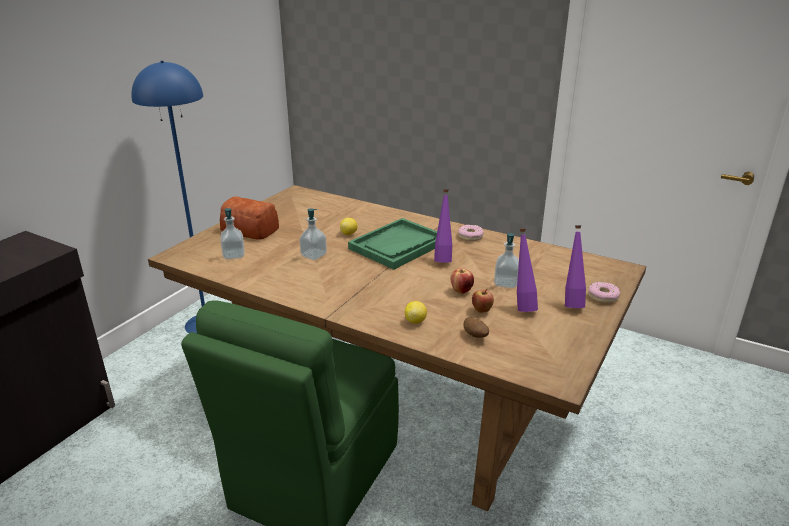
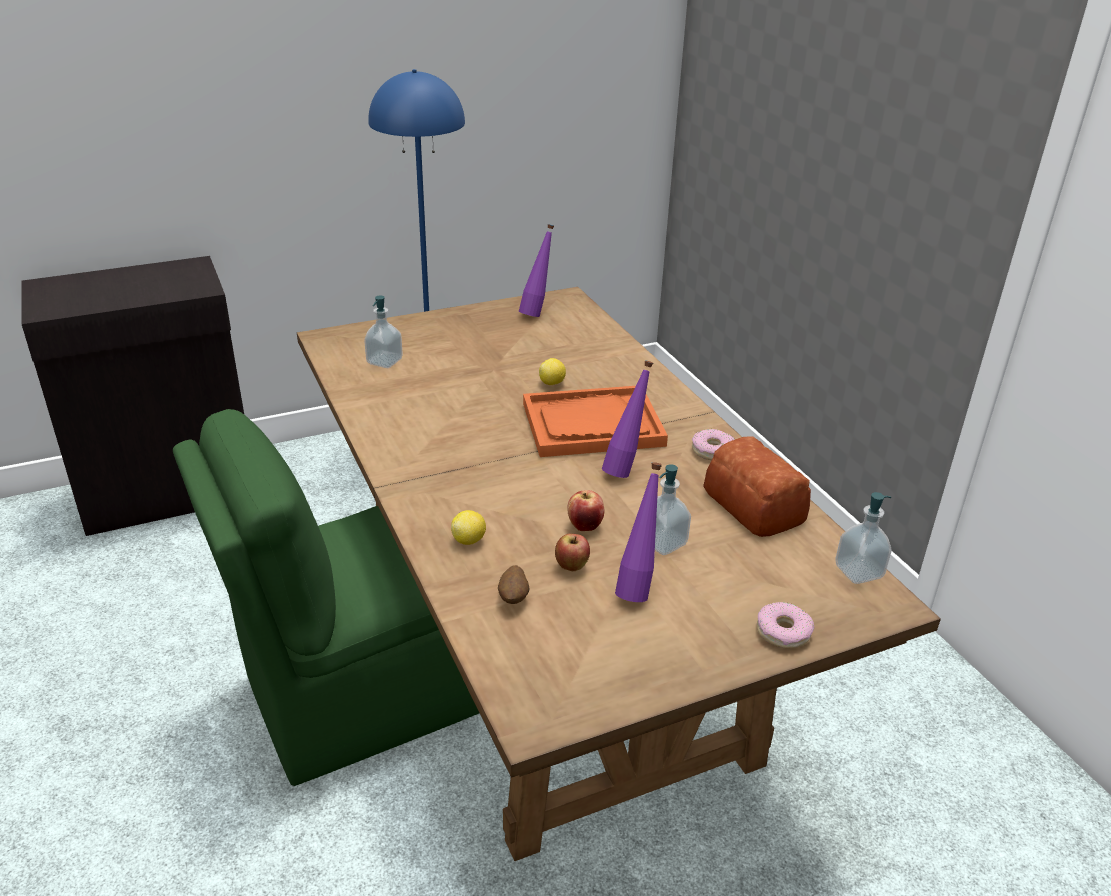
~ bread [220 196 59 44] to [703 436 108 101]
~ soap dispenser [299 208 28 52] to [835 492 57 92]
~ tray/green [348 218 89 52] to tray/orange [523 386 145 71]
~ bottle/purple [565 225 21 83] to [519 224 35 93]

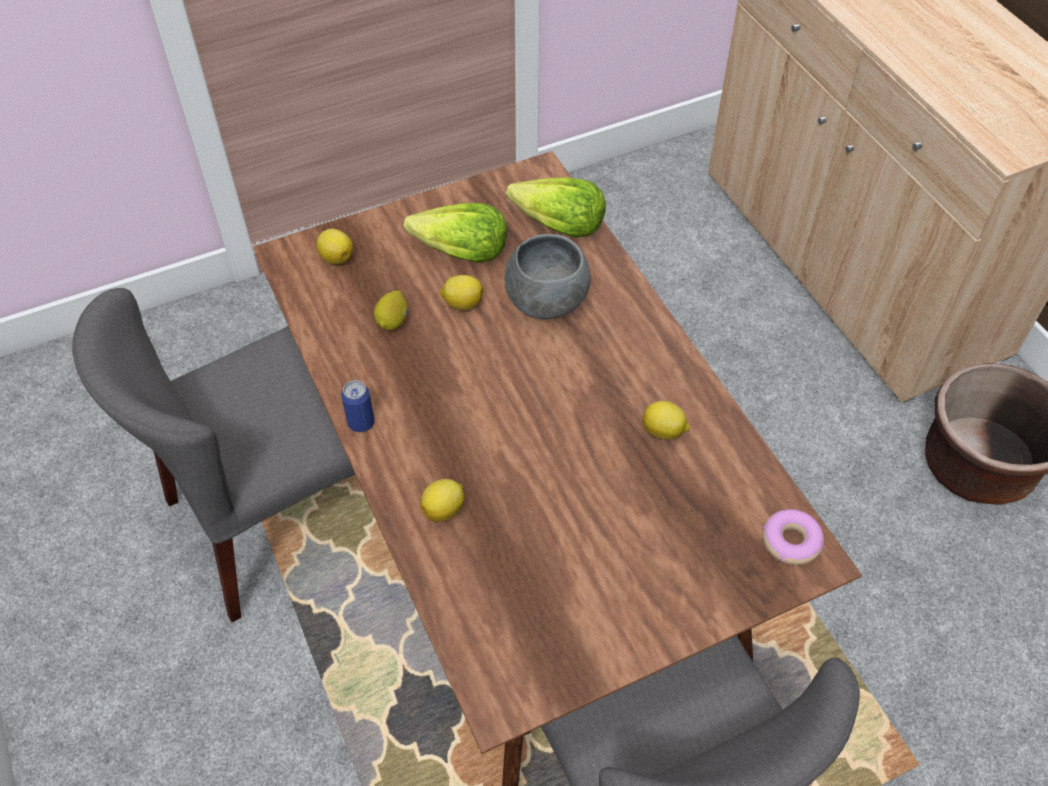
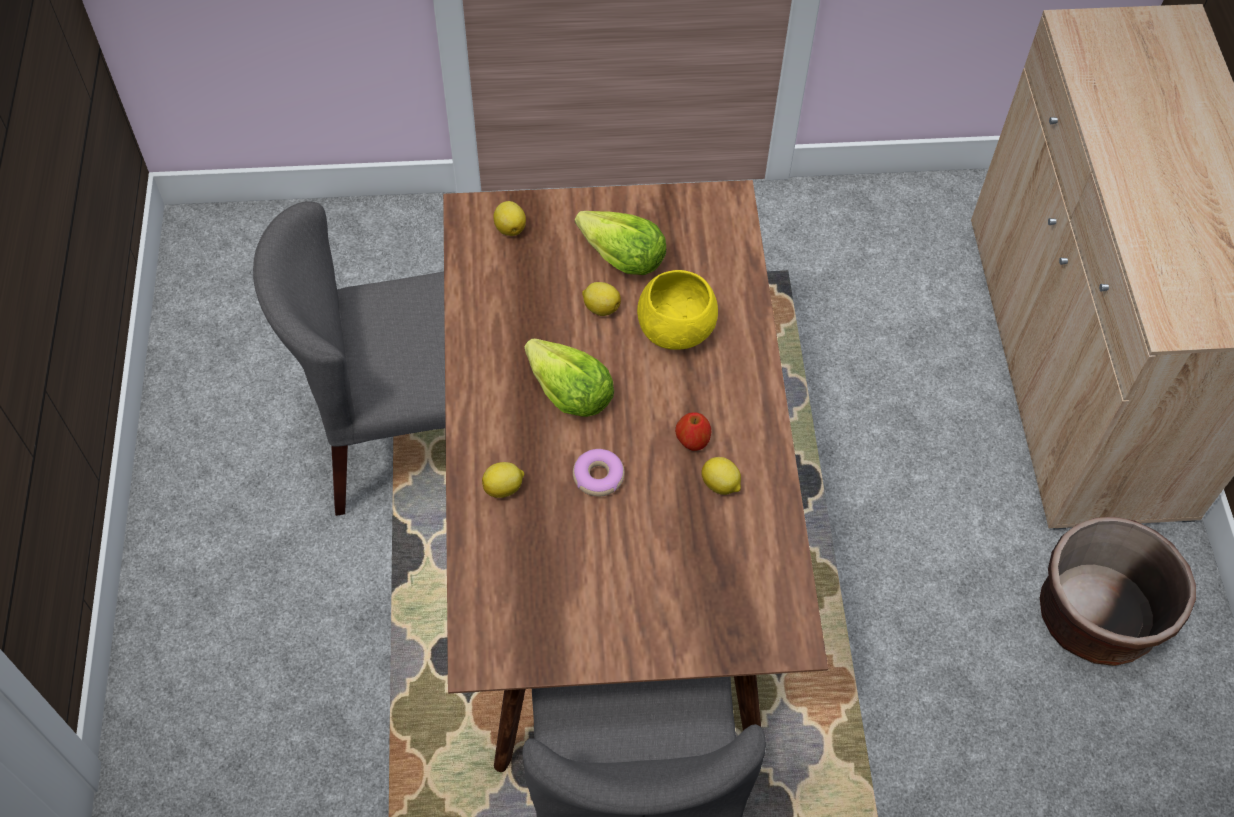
- can [341 380 34 52]
- lemon [374 290 34 40]
~ bowl/grey [505 234 86 85] to bowl/yellow [637 270 81 80]
~ lettuce [506 177 100 61] to [524 338 90 79]
~ donut [762 509 62 56] to [573 449 52 48]
+ apple [675 412 36 39]

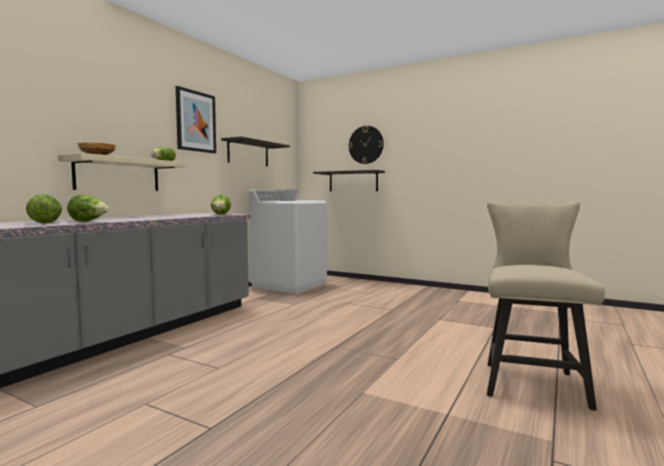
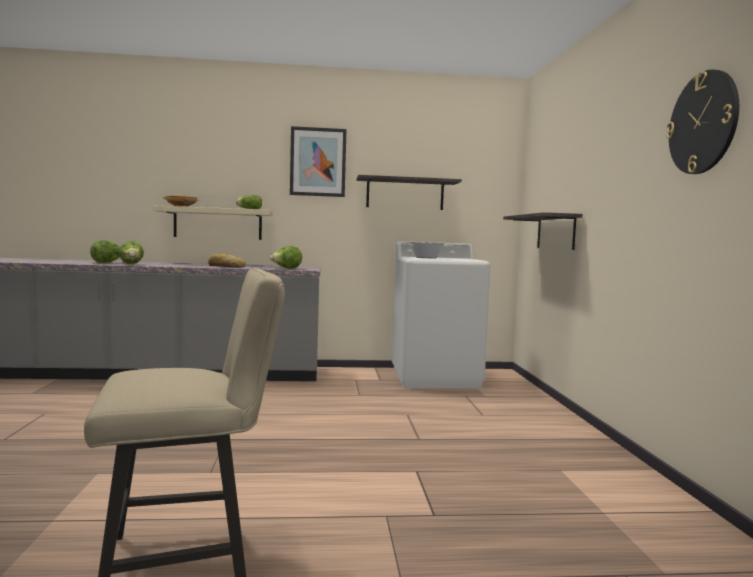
~ wall clock [348 126 36 38] to [666 70 73 104]
+ bread [208 254 38 14]

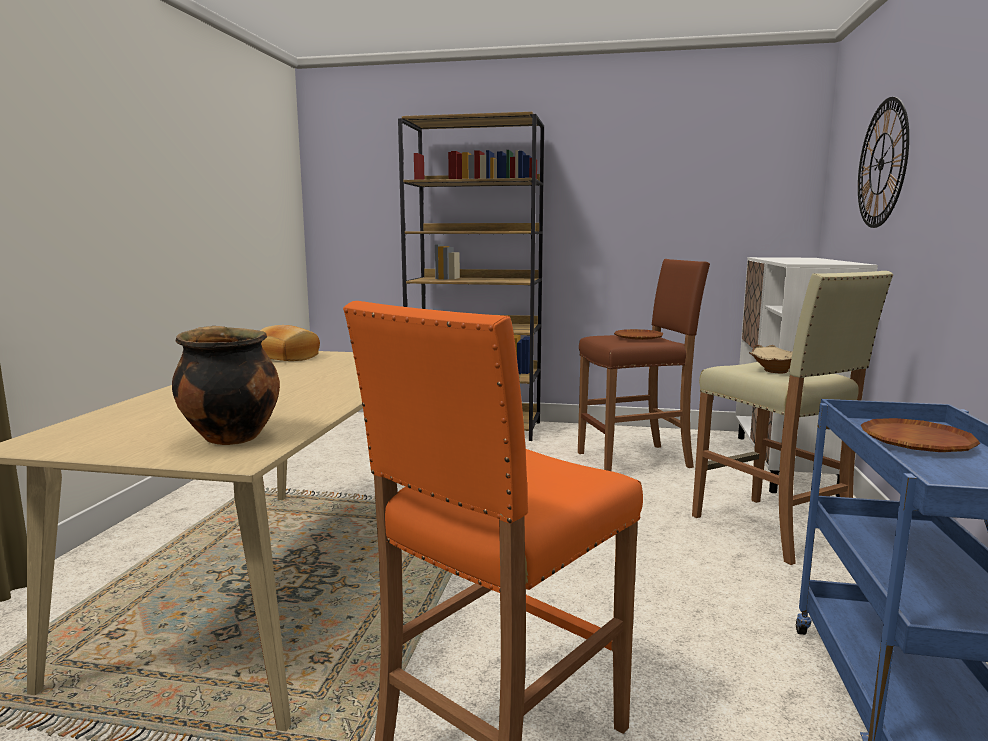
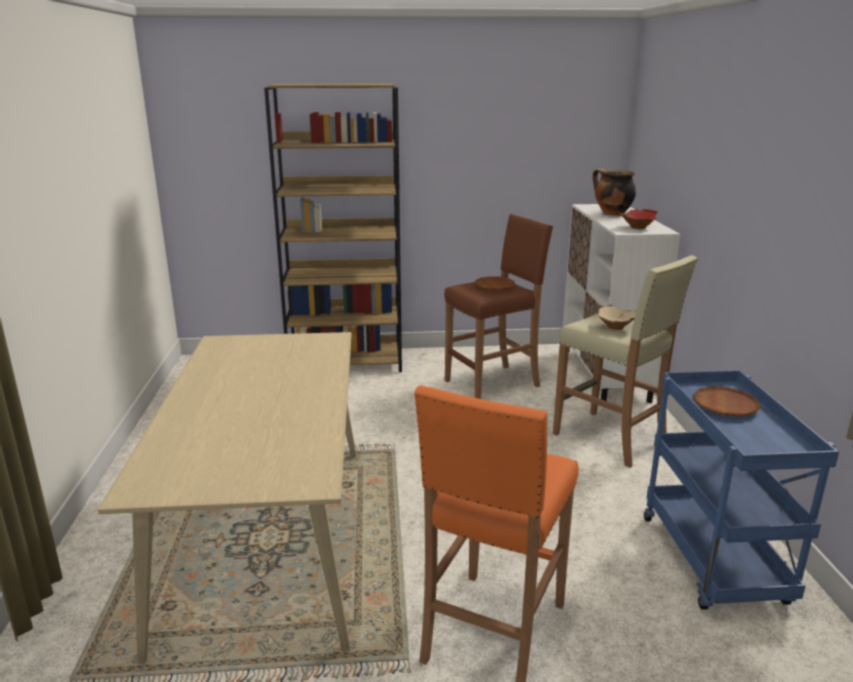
~ cooking pot [172 326 108 119] to [593 169 43 47]
- bread [260 325 60 36]
- wall clock [858 97 51 131]
+ bowl/red [619 209 38 20]

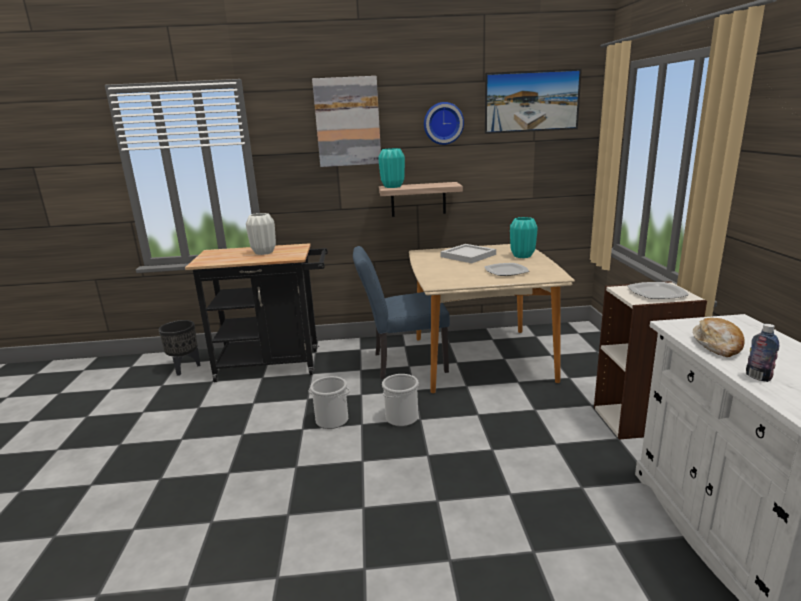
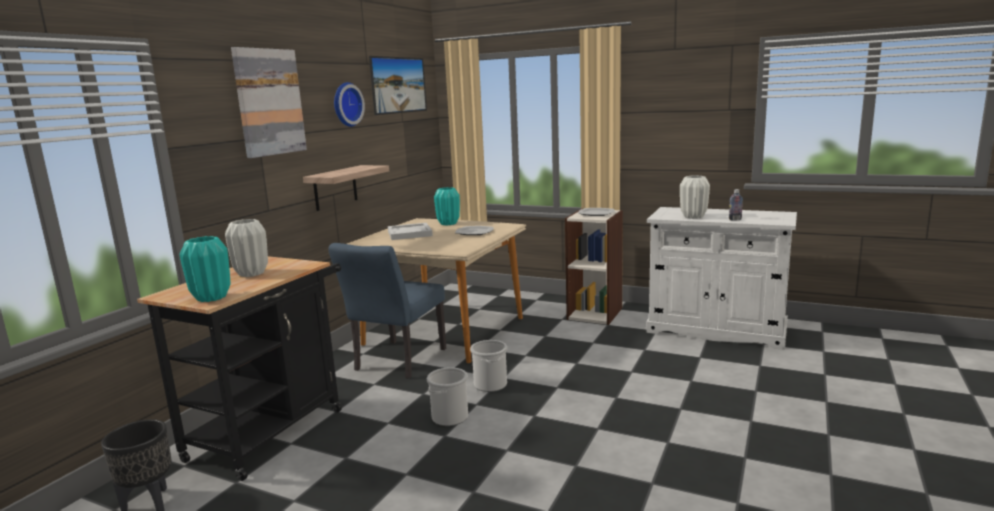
~ vase/turquoise [378 148 27 40] to [180 236 51 66]
~ bread [693 318 52 39] to vase/white [680 175 30 44]

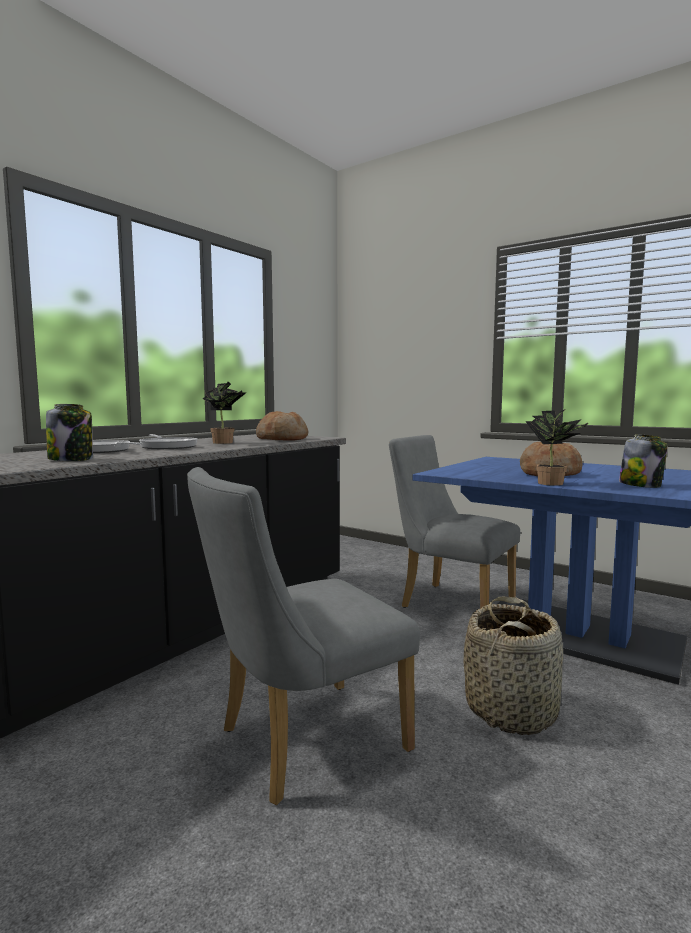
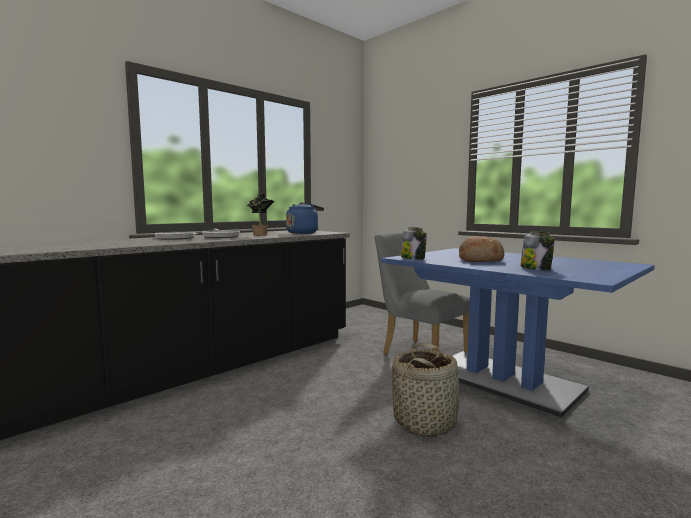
~ jar [46 404 47 57] to [401 227 26 33]
- chair/grey [187 467 233 338]
~ bread [256 411 52 30] to kettle/blue [286 202 38 32]
- potted plant [525 410 63 76]

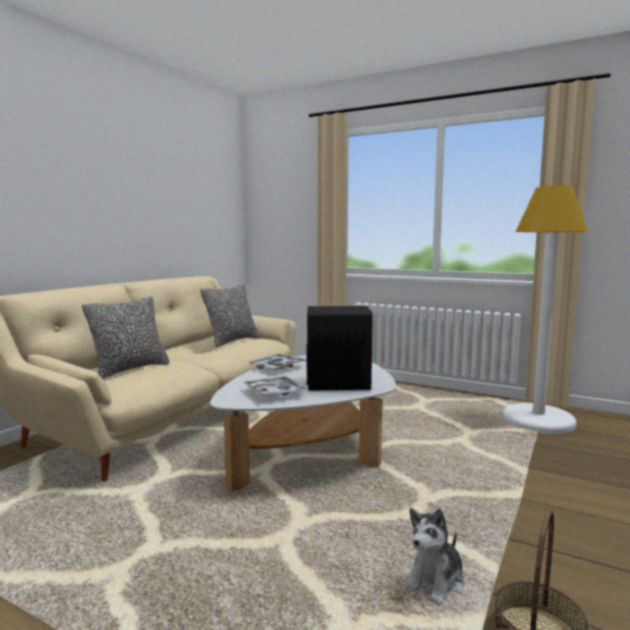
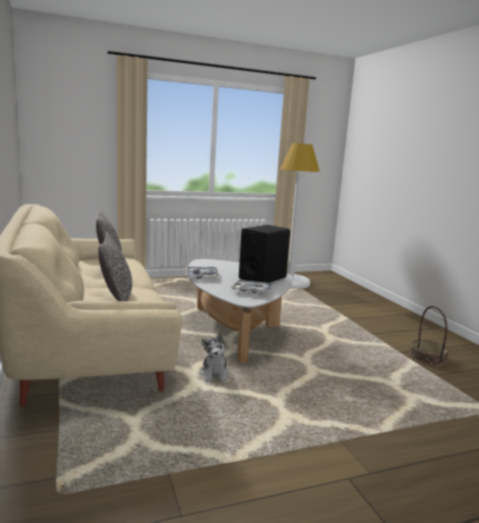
~ plush toy [405 508 60 97] to [200 333 29 49]

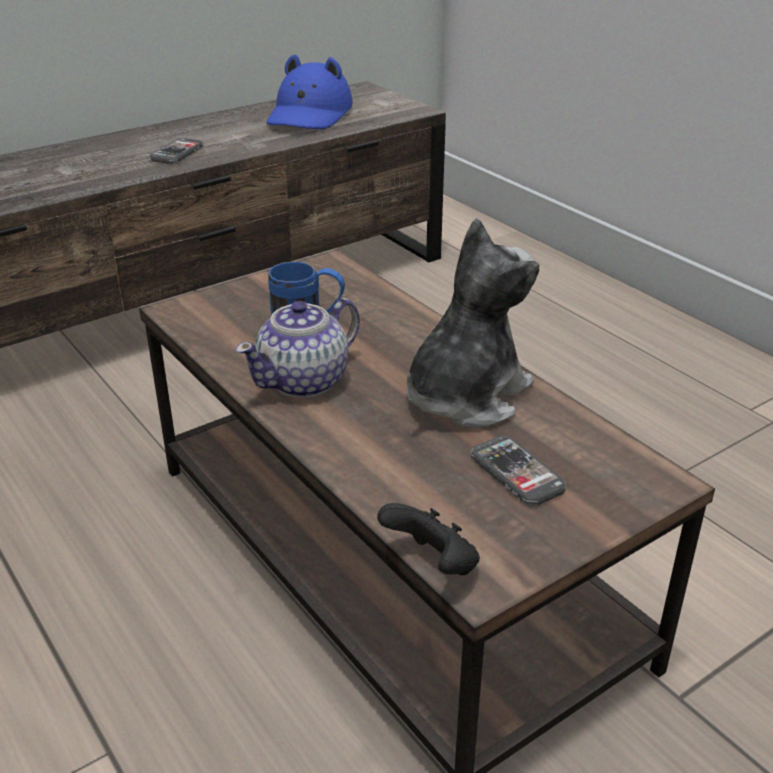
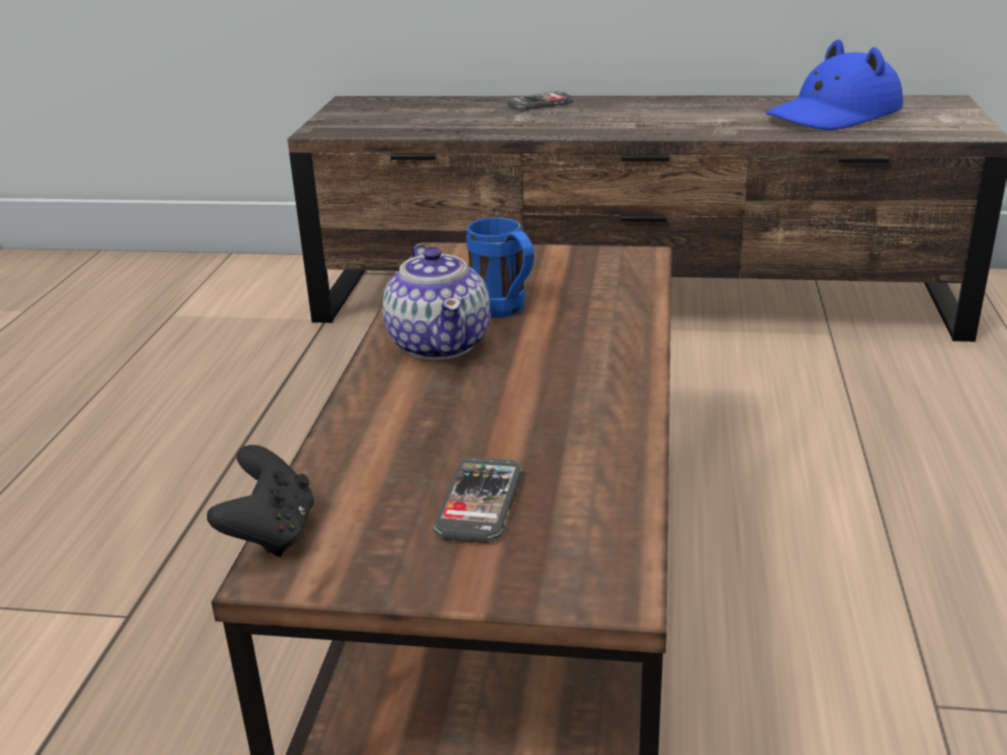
~ phone [150 138 53 26] to [507 92 66 18]
~ teapot [236 298 124 100] = [383 244 108 116] 105 degrees counterclockwise
- plush toy [406 218 133 210]

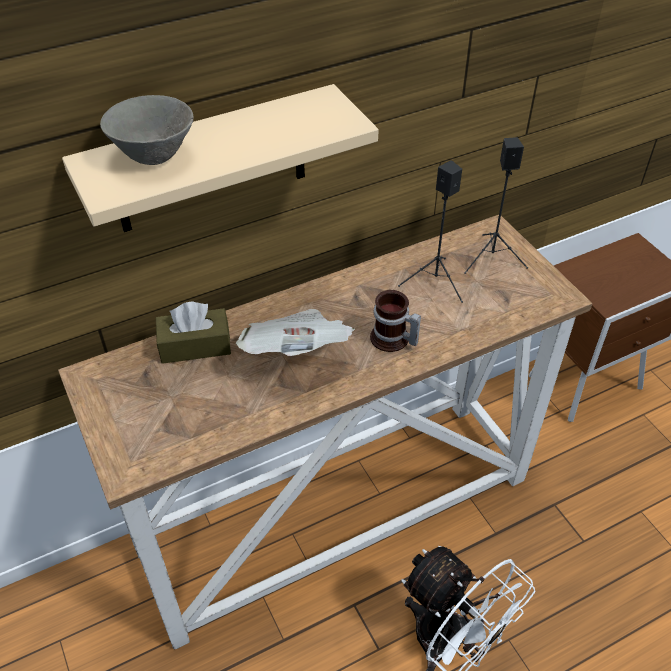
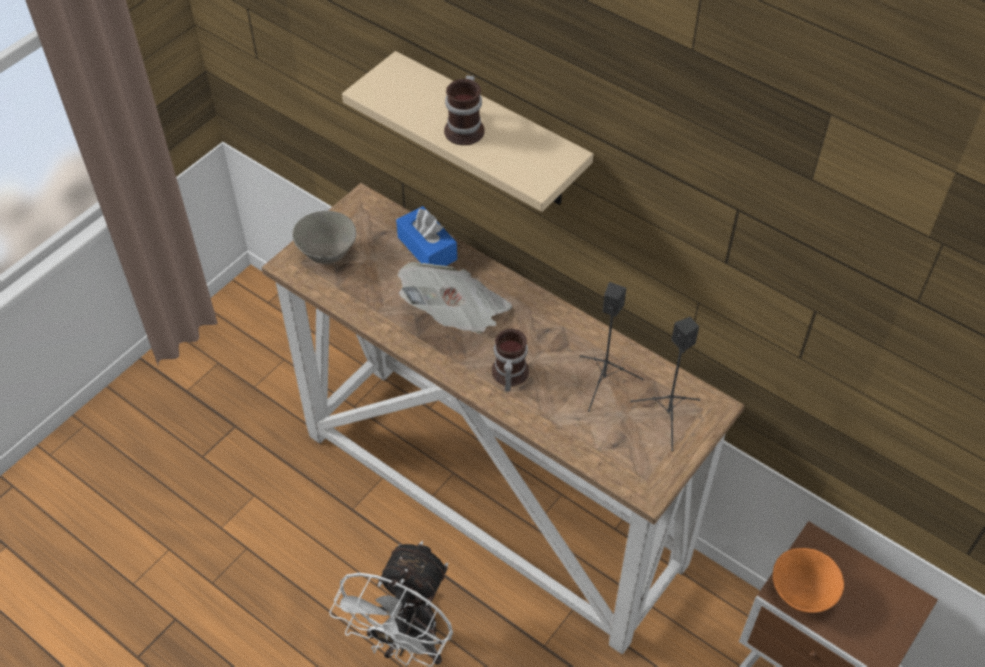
~ bowl/grey [100 95 93 70] to [293 211 63 53]
~ tissue box/brown [156 302 75 62] to tissue box/blue [396 206 61 60]
+ mug [444 75 41 70]
+ bowl/orange [773 548 71 65]

